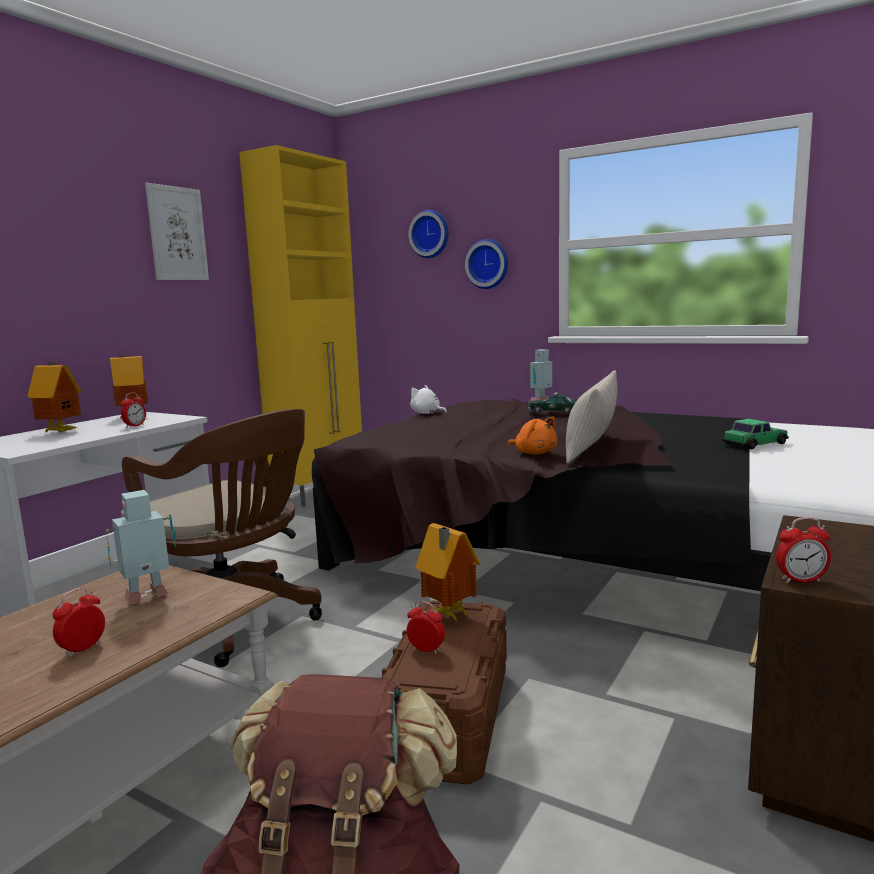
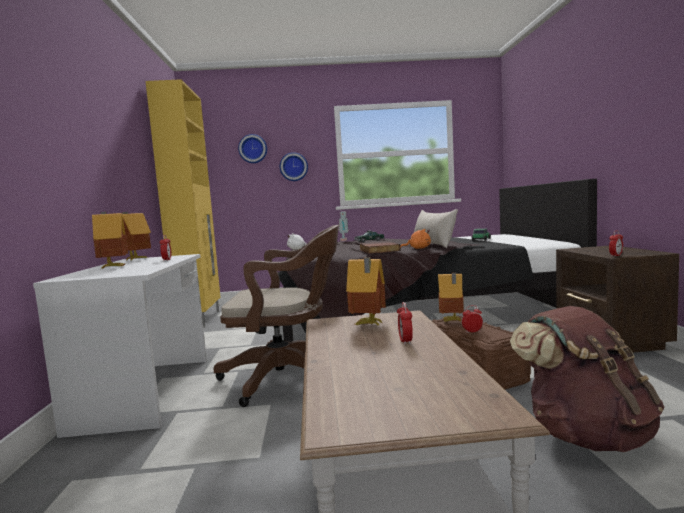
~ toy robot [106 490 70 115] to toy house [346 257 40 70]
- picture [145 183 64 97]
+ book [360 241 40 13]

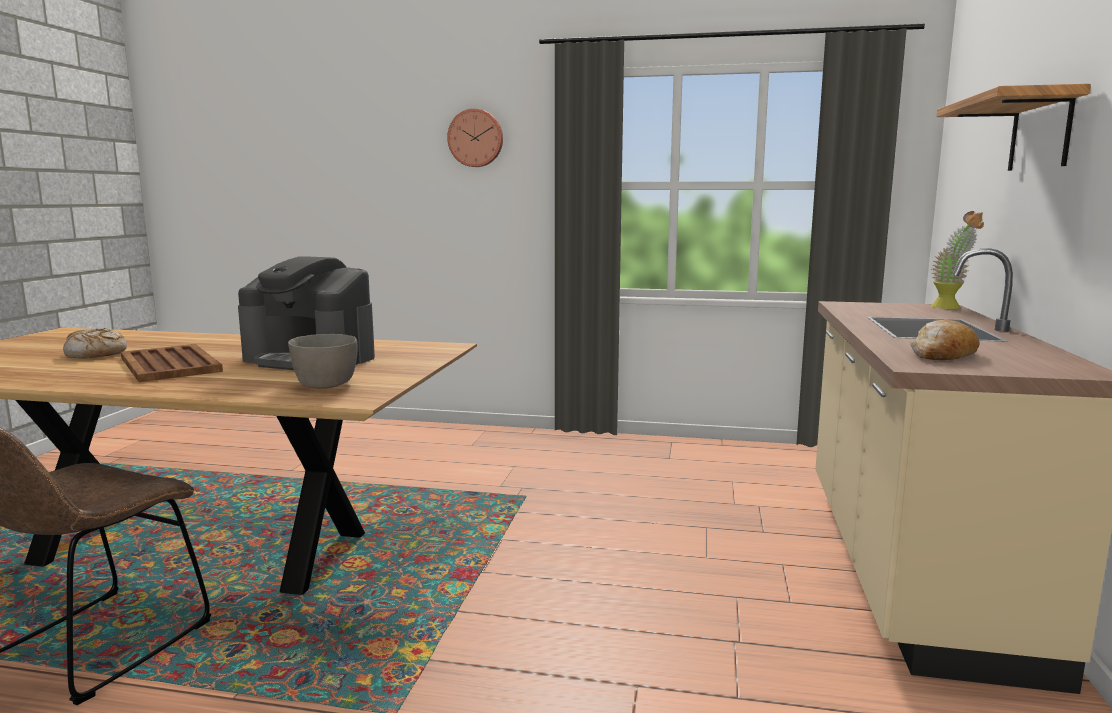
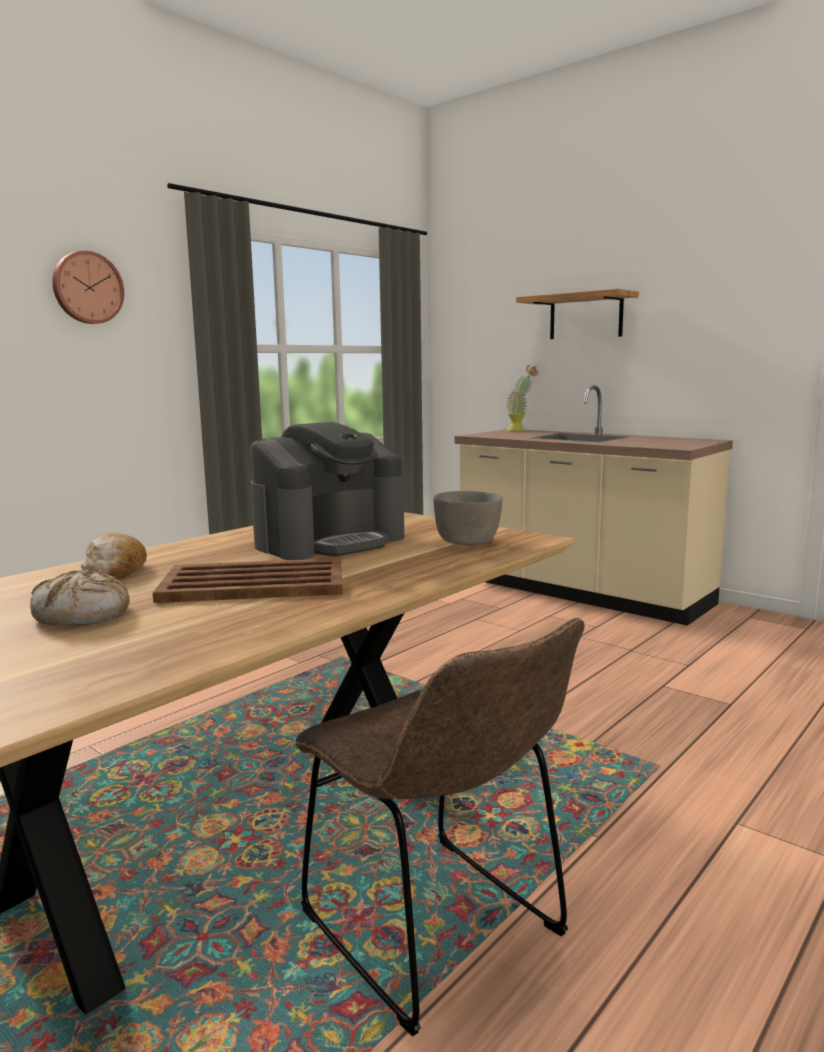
~ bread [910 320 69 40] to [81 533 66 46]

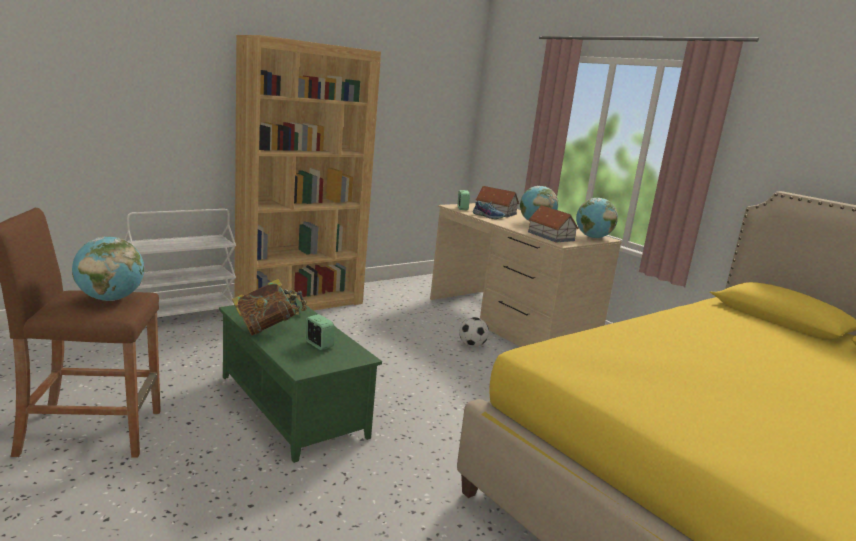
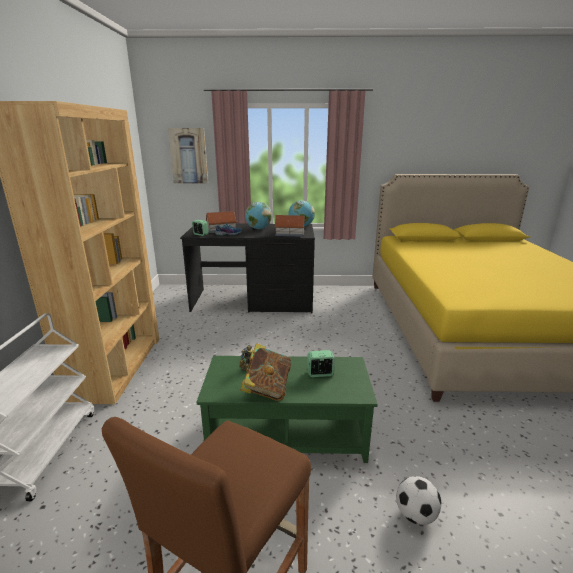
- globe [72 237 72 64]
~ desk/beige [430 203 192 144] to desk/black [180 224 135 89]
~ football [459 317 30 30] to [396 476 46 49]
+ picture [168 128 40 56]

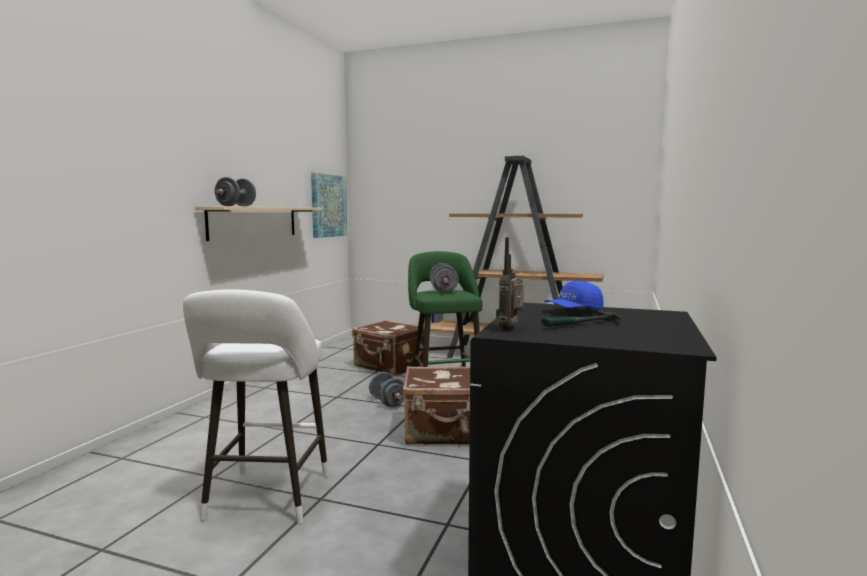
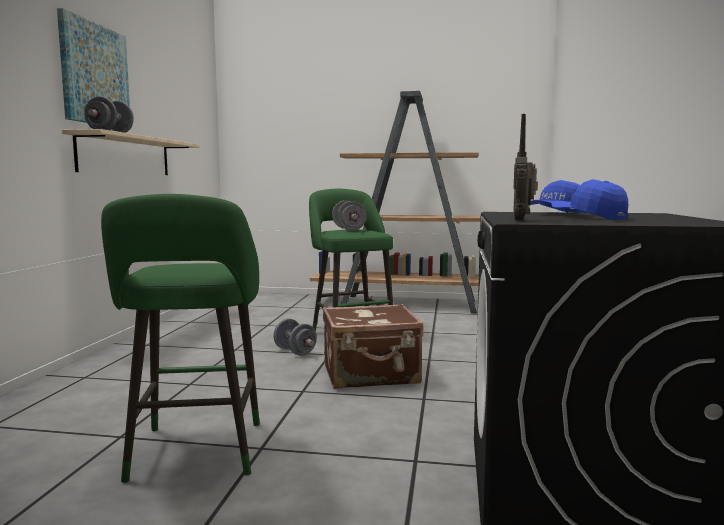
~ stool/white [183 289 146 235] to stool/green [101 194 159 289]
~ picture [311 172 36 66] to [57 8 73 115]
- suitcase/brown [352 320 72 56]
~ hammer [541 309 79 18] to cap/blue [551 179 77 41]

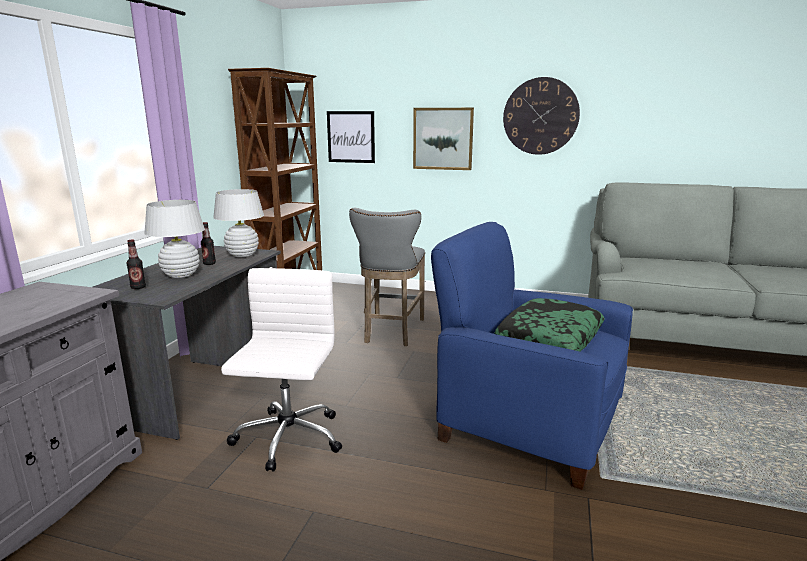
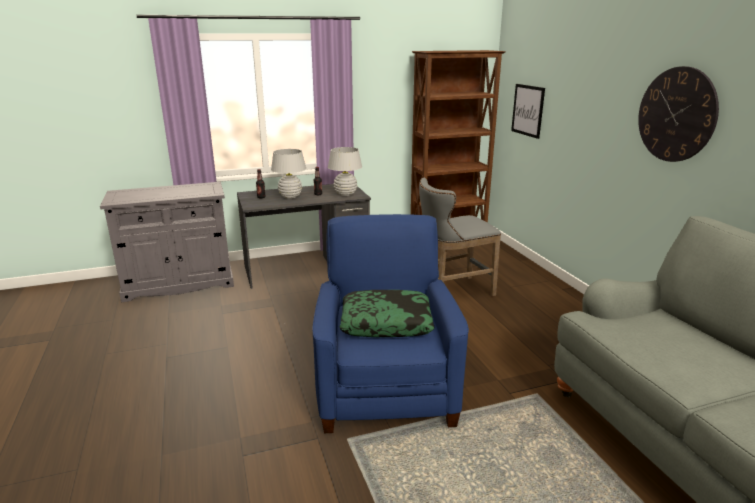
- office chair/white [221 268 121 204]
- picture [413 108 61 62]

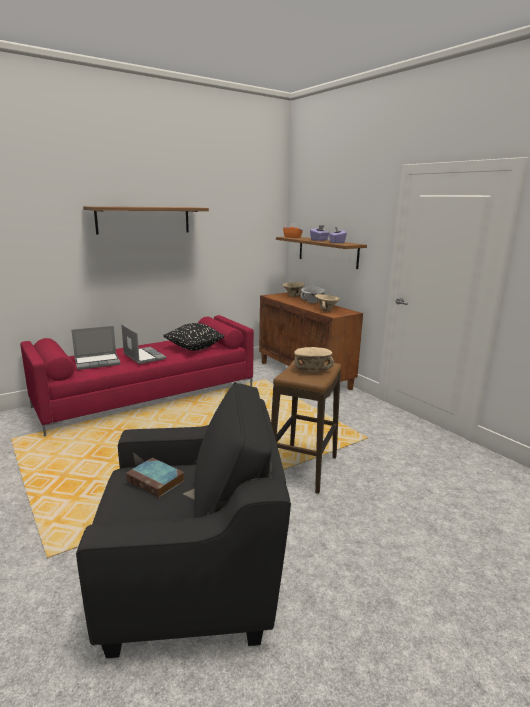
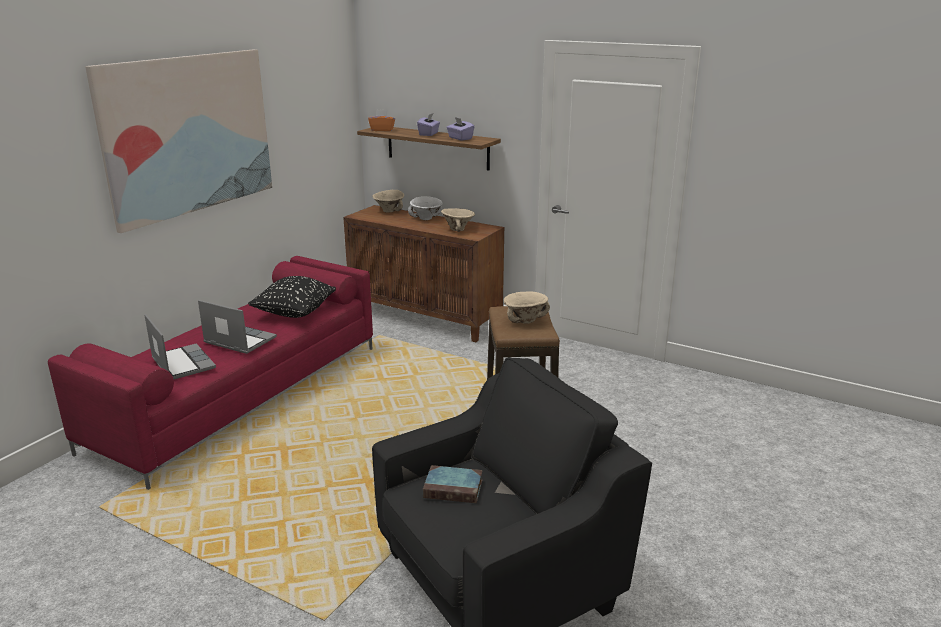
~ laptop [71 326 50 44] = [144 314 72 65] 75 degrees counterclockwise
~ shelf [83 206 126 28] to picture [85 50 187 183]

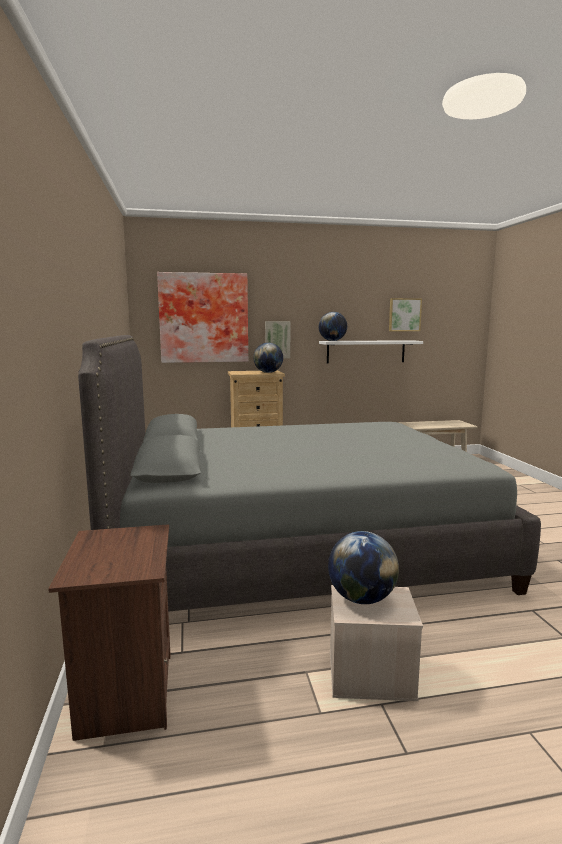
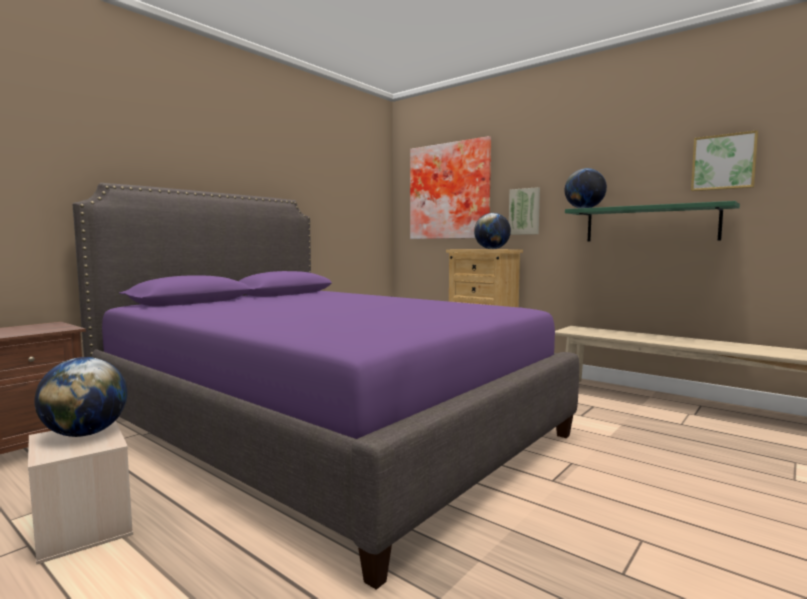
~ bed/grey [78 335 463 277] to bed/purple [73 183 506 407]
~ shelf/white [319 340 104 23] to shelf/green [565 201 175 40]

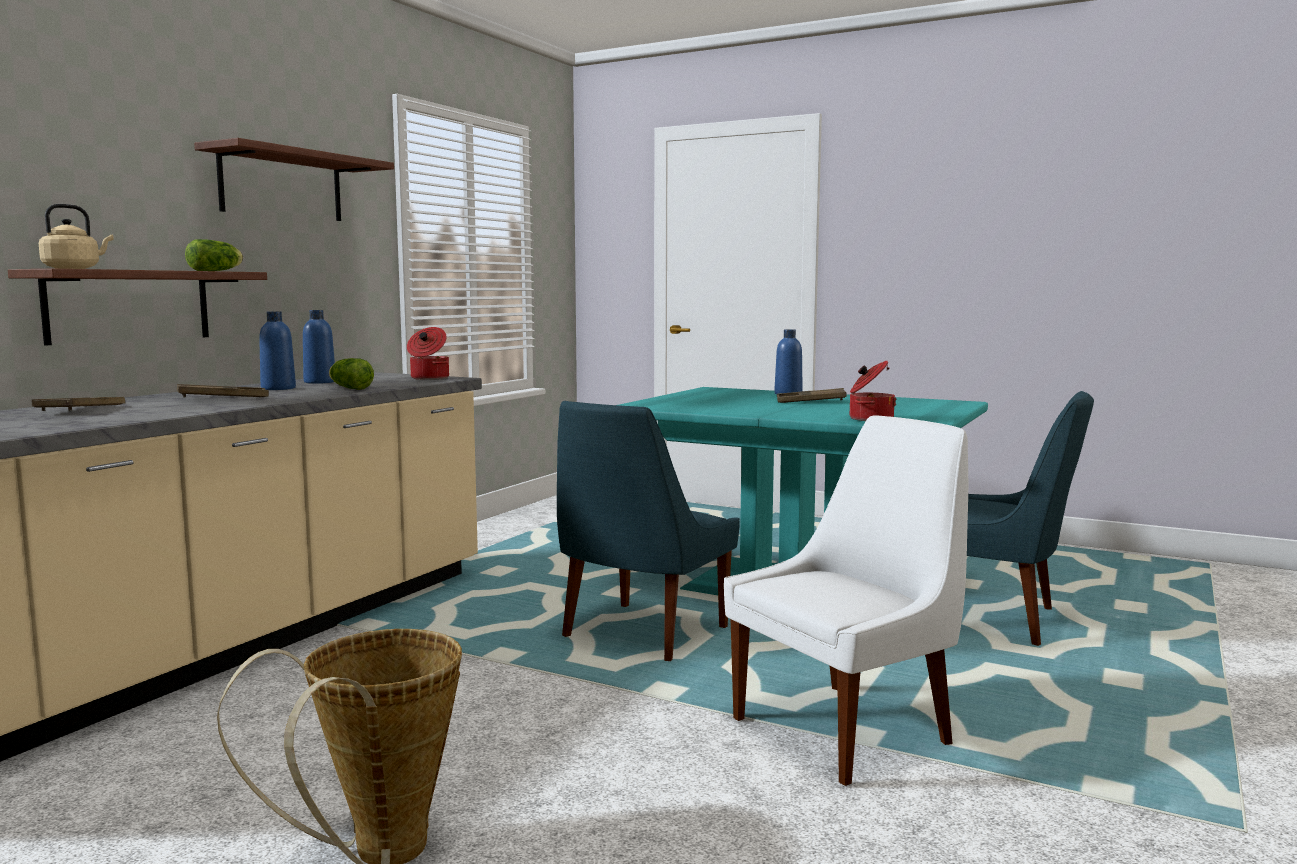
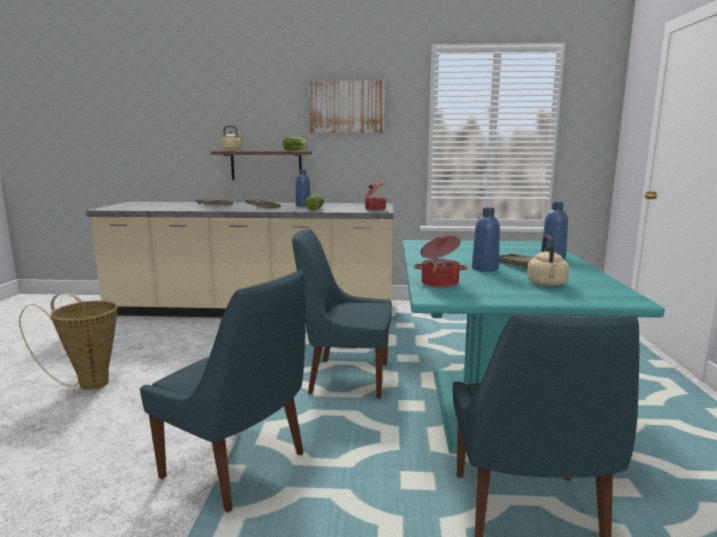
~ shelf [194 138 200 83] to picture [309 80 76 53]
~ bottle/blue [303 310 32 74] to [472 208 28 64]
~ chair/white [724 415 244 371] to chair/blue [140 270 165 243]
+ kettle/beige [527 235 42 51]

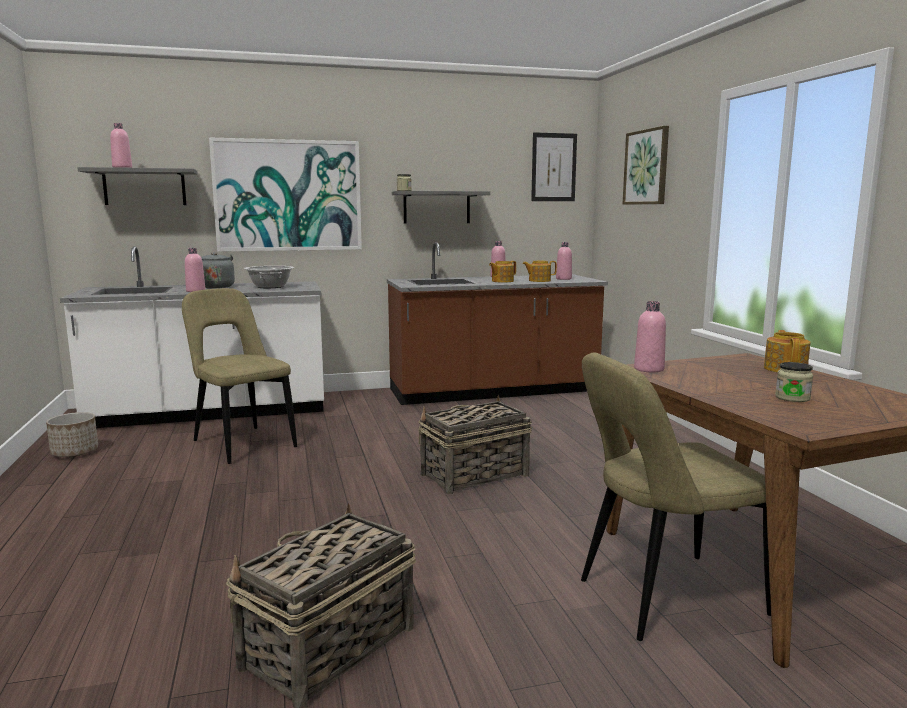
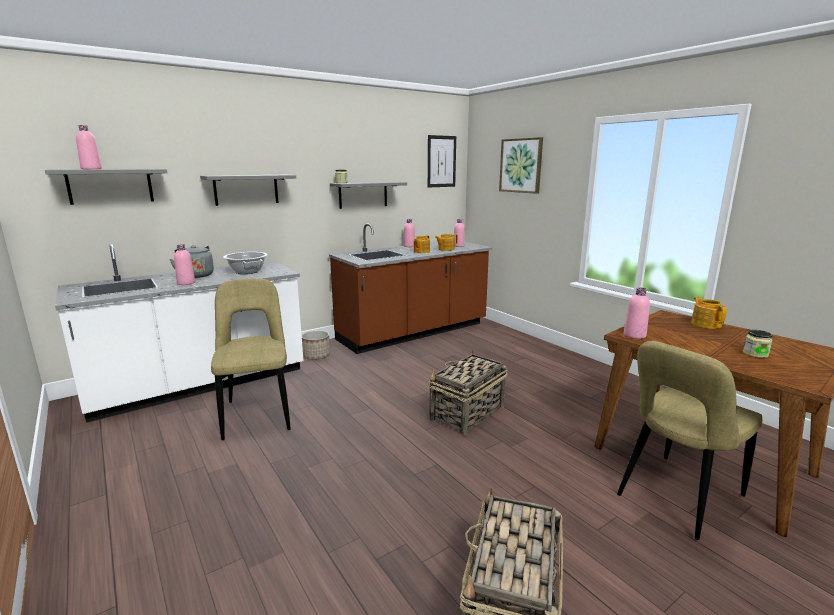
~ planter [46 412 52 45] to [302 330 28 30]
~ chair/beige [182 288 115 176] = [211 279 80 161] 45 degrees clockwise
~ picture [209 138 153 114] to shelf/grey [200 175 96 31]

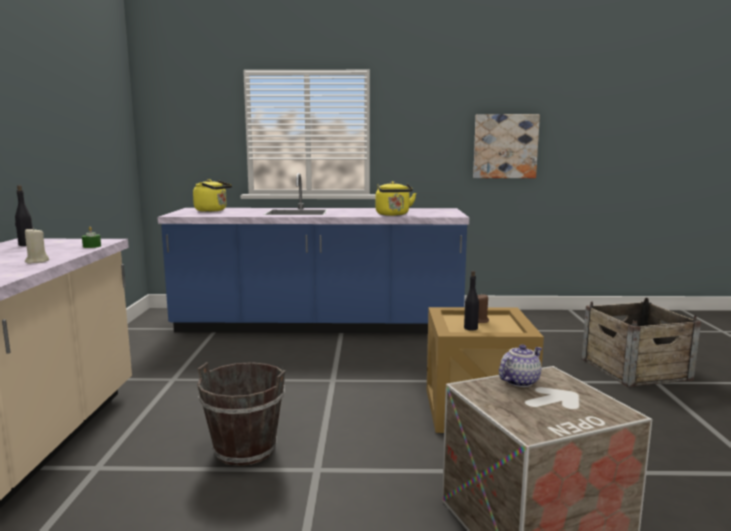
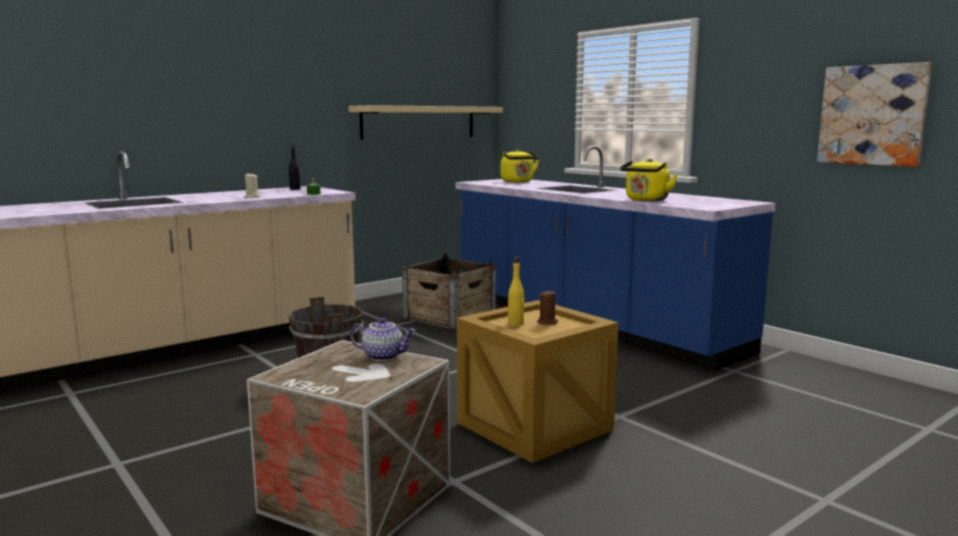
~ bottle/black [464 271 15 59] to bottle/yellow [508 257 17 69]
~ crate [582 298 119 89] to [402 253 94 78]
+ shelf/beige [348 105 155 34]

